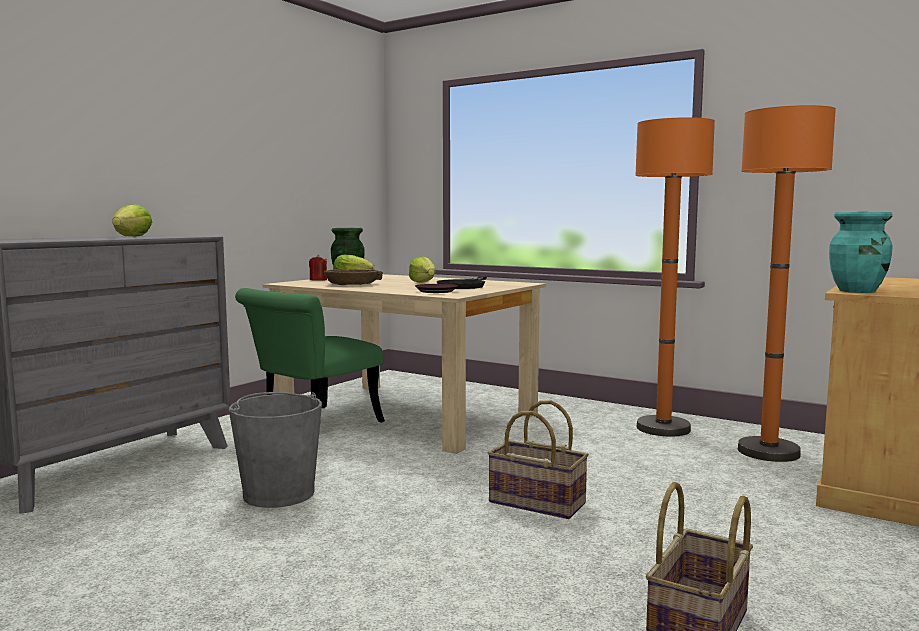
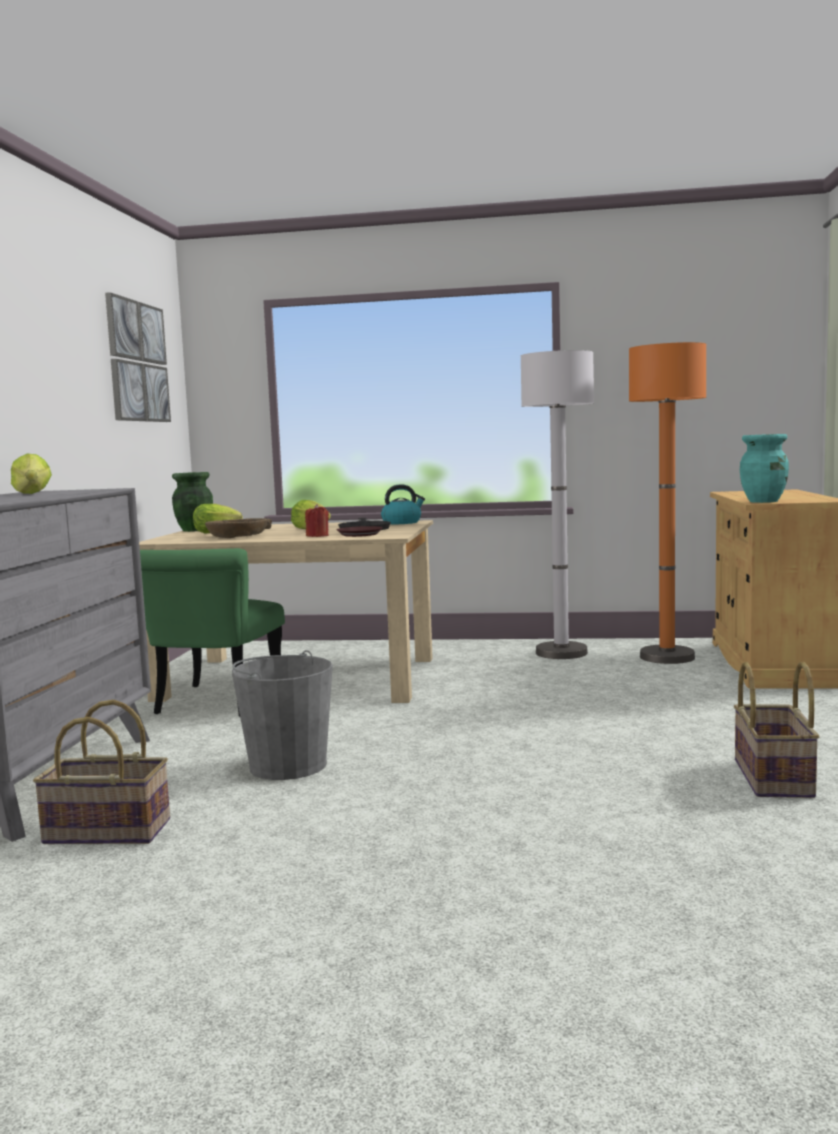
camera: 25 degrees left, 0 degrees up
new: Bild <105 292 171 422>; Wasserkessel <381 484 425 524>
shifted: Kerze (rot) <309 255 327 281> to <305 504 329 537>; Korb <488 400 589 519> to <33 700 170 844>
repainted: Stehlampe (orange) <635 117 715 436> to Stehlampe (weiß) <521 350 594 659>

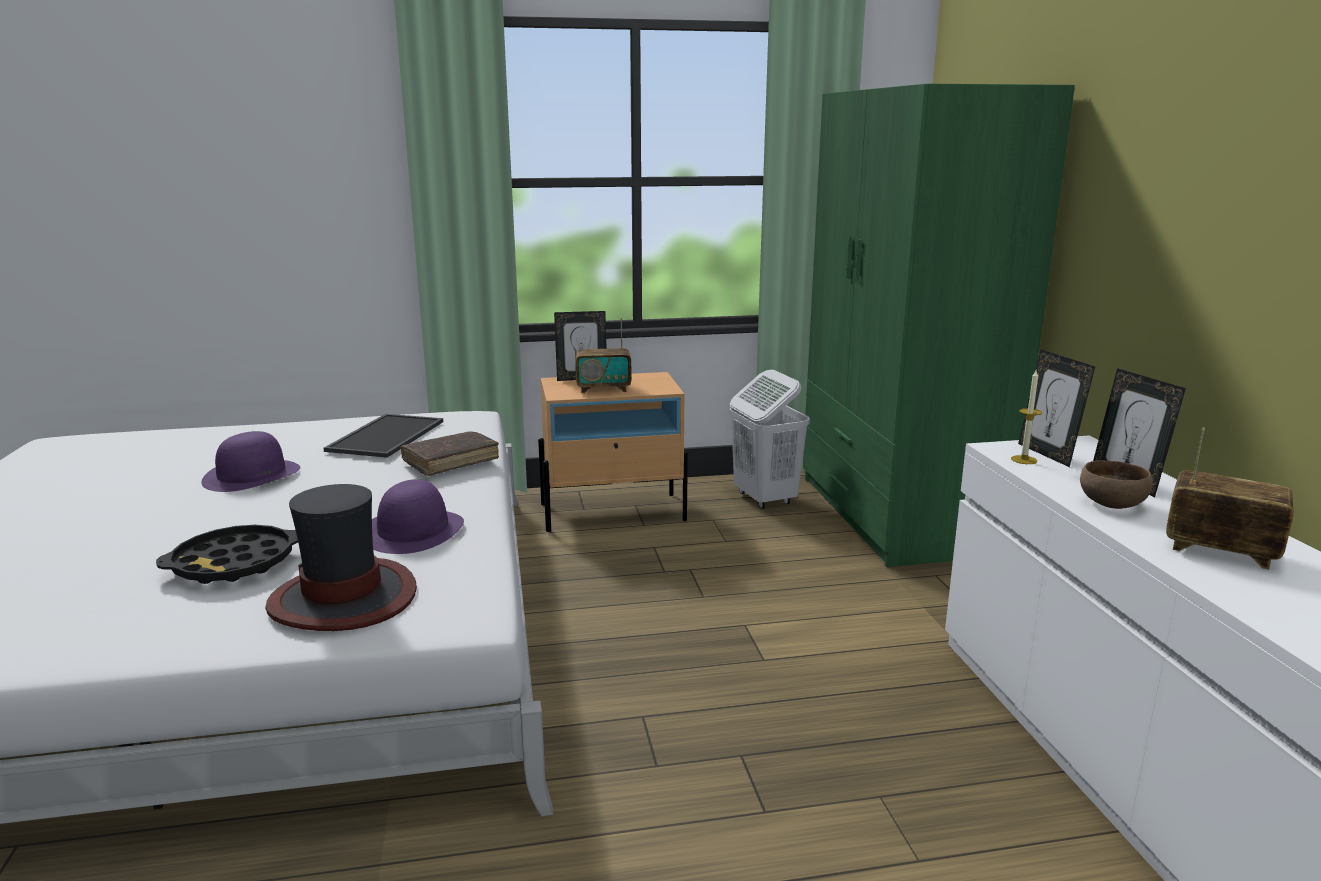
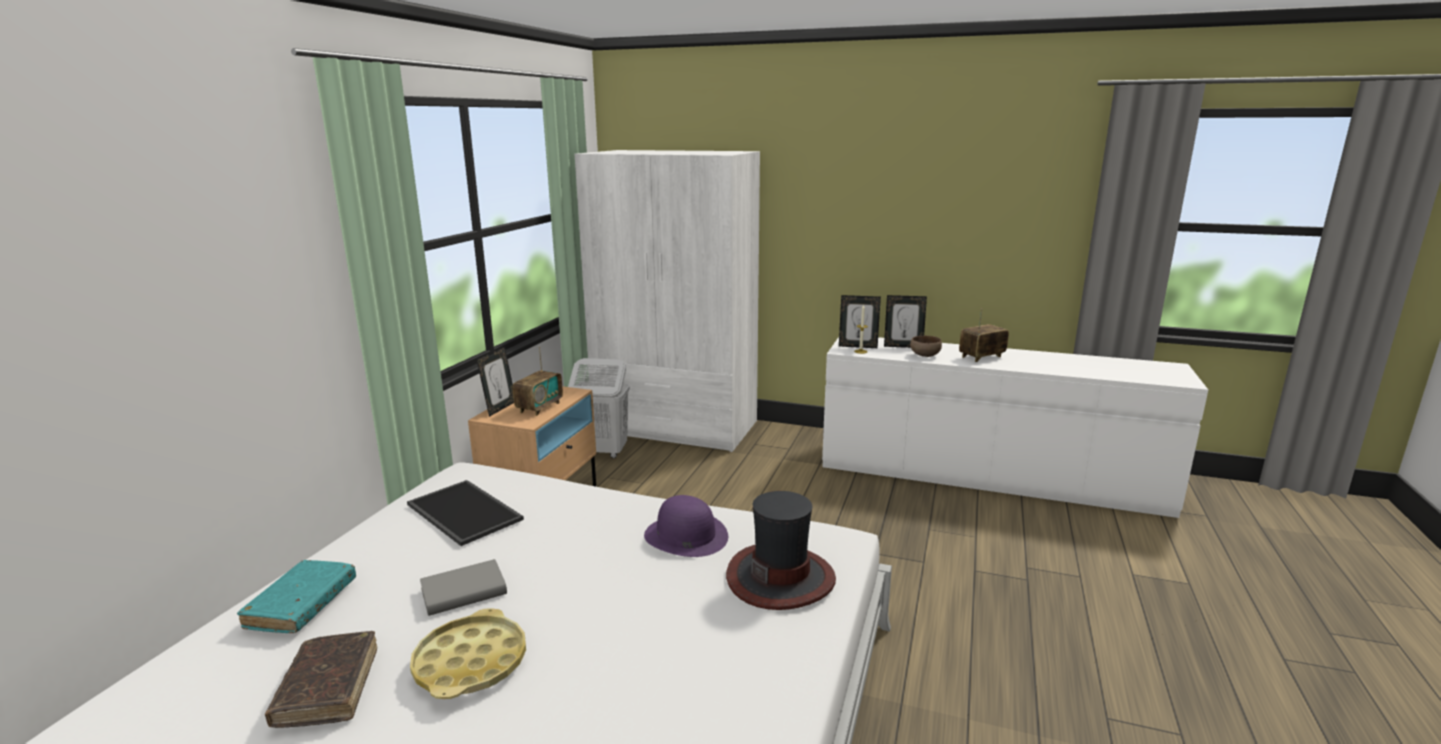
camera: 60 degrees left, 0 degrees up
gone: Tablett (schwarz) <156 525 298 584>
new: Buch (türkis) <237 560 356 633>; Tablett (gelb) <410 608 526 699>
shifted: Buch (braun) <400 431 499 476> to <265 631 377 728>
swapped: Hut (lila) <201 431 300 492> to Buch (grau) <420 559 507 616>
repainted: Kleiderschrank (grün) <803 84 1075 567> to Kleiderschrank (weiß) <574 150 760 452>

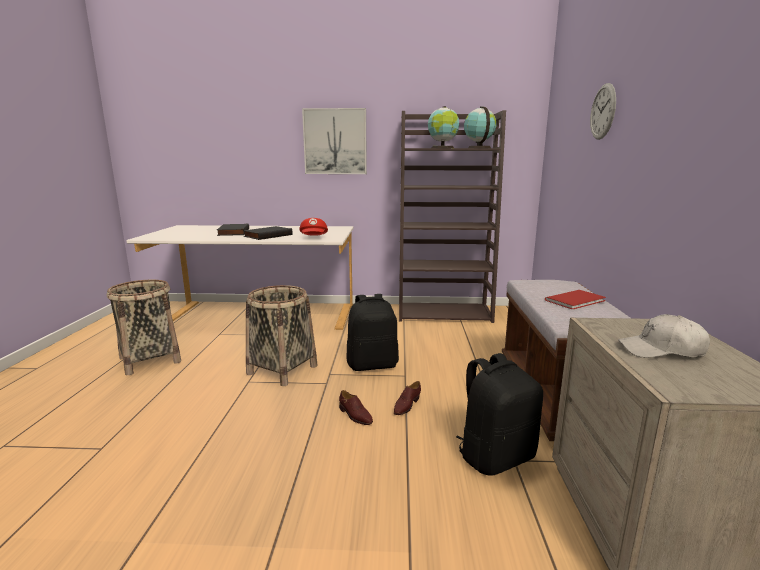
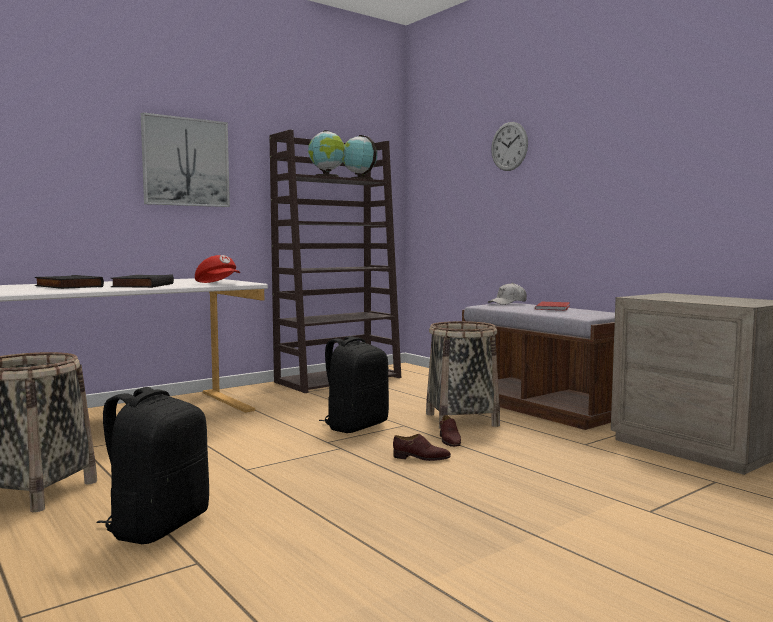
camera: 40 degrees left, 10 degrees down
shifted: Korb <246 285 317 386> to <426 321 500 429>; Rucksack (schwarz) <456 353 543 476> to <96 387 209 544>; Kappe (weiß) <618 314 710 358> to <487 283 527 305>

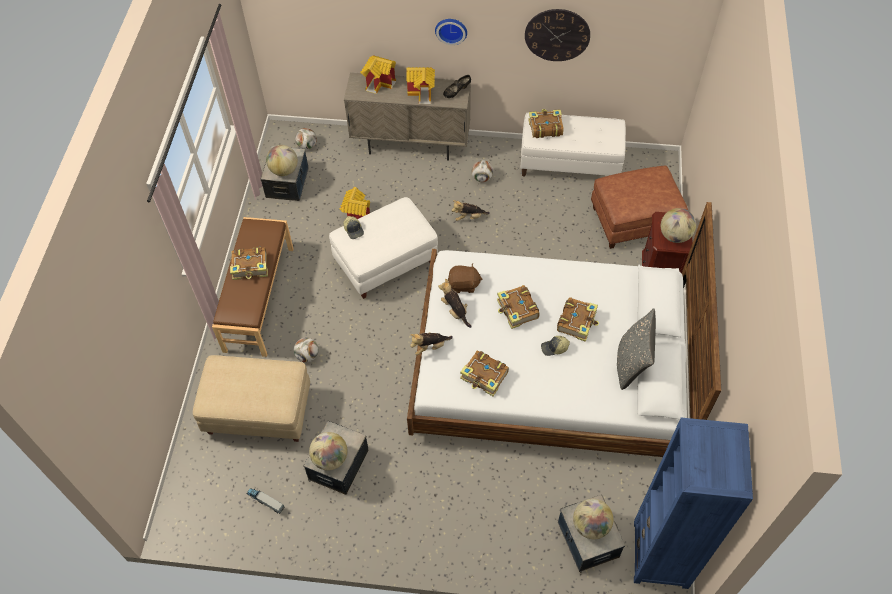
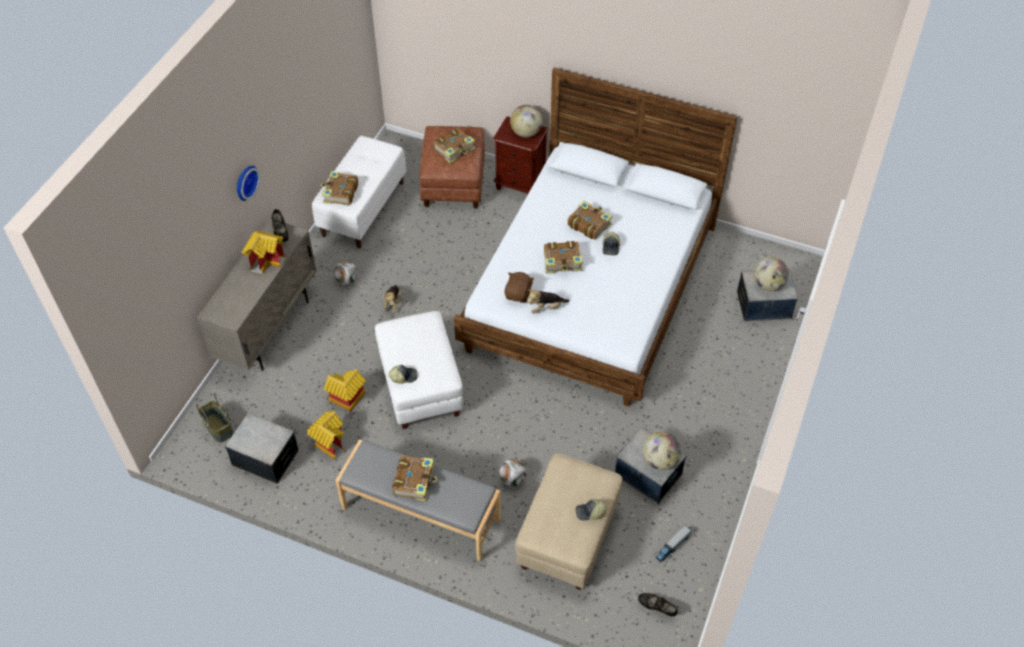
camera: 75 degrees left, 5 degrees down
gone: Globus <266 145 298 176>; Plüschtier <410 332 453 355>; Wanduhr <525 9 590 61>; Kissen (grau) <617 309 656 390>; Bücherregal (blau) <634 418 753 589>
new: Kappe <576 499 607 520>; Schuh (schwarz) <638 593 678 616>
shifted: Spielzeughaus <361 55 396 94> to <307 411 345 460>; Buch <460 350 509 396> to <434 128 475 164>
swapped: Fußball <295 128 317 150> to Korb <196 393 233 443>
repainted: Bank (braun) <212 217 294 357> to Bank (grau) <335 439 501 562>

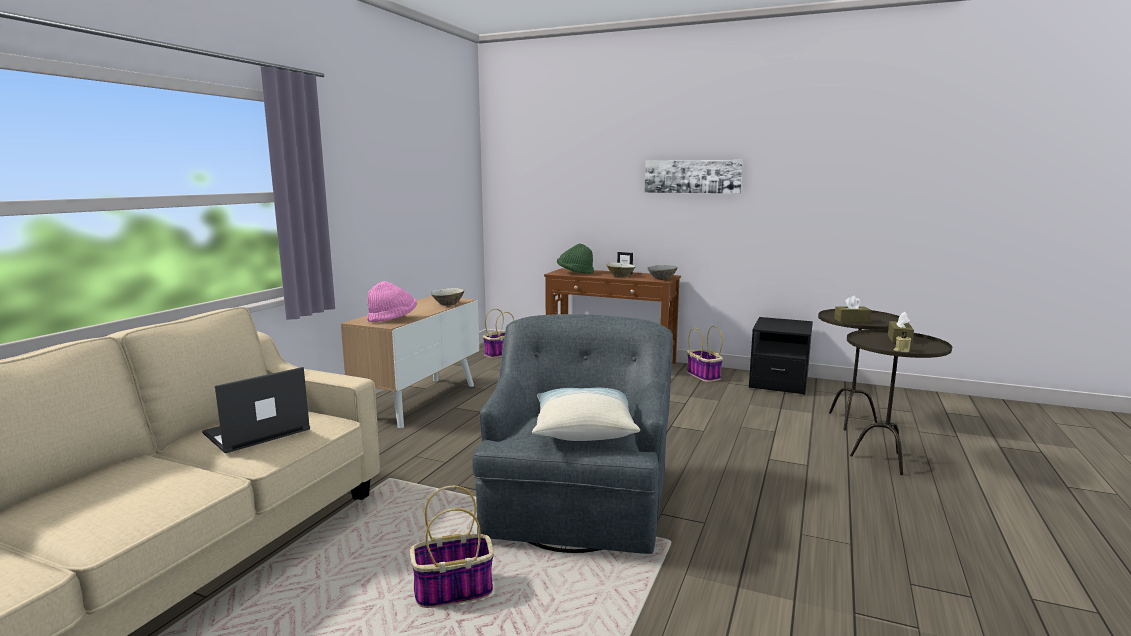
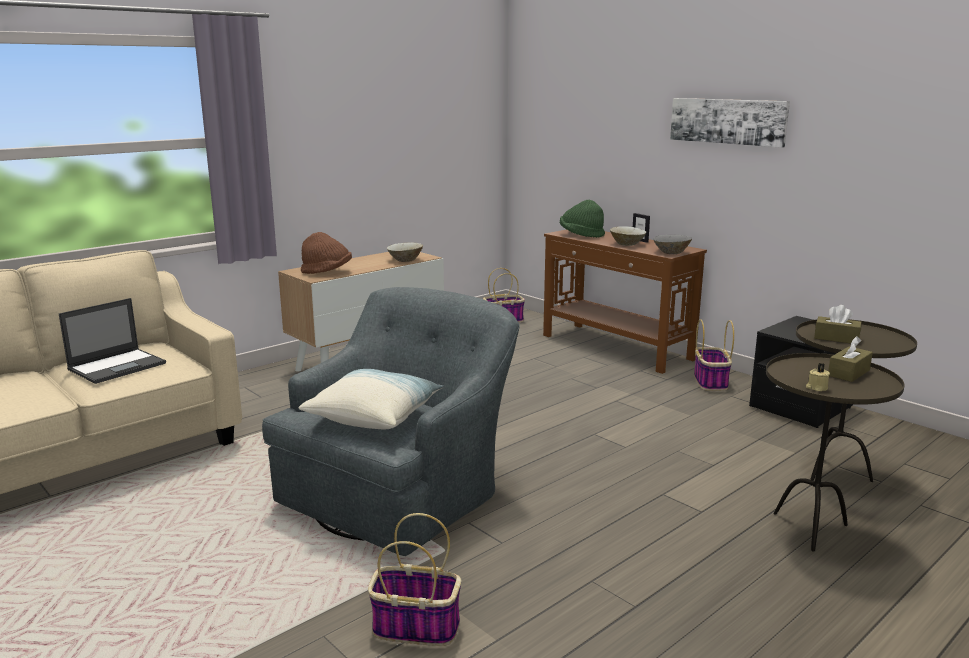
camera: 25 degrees right, 5 degrees up
shifted: Korb <410 486 494 608> to <368 513 461 646>
repainted: Hut (rosa) <367 281 417 322> to Hut (braun) <301 232 352 274>
rotated: Laptop <202 367 310 454> = <59 298 166 384> 150 degrees clockwise

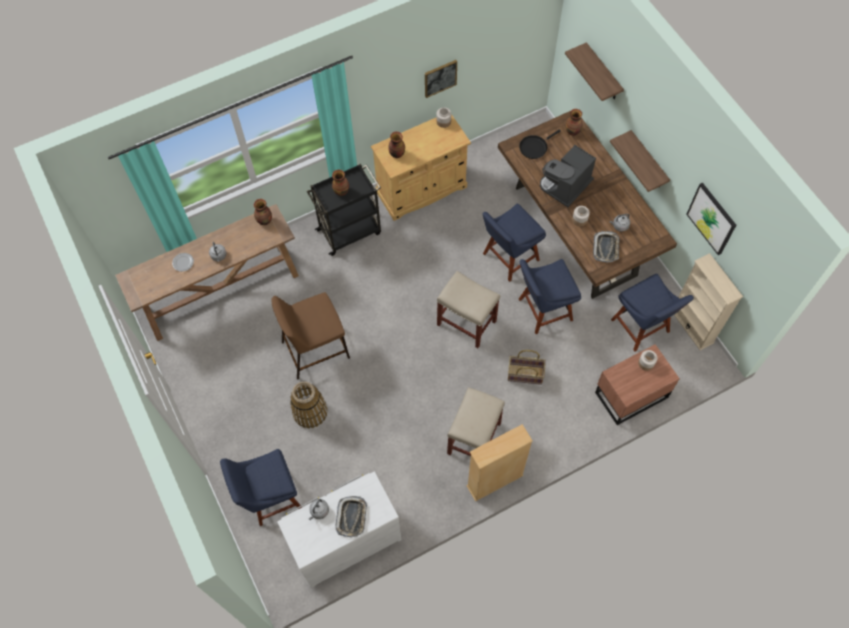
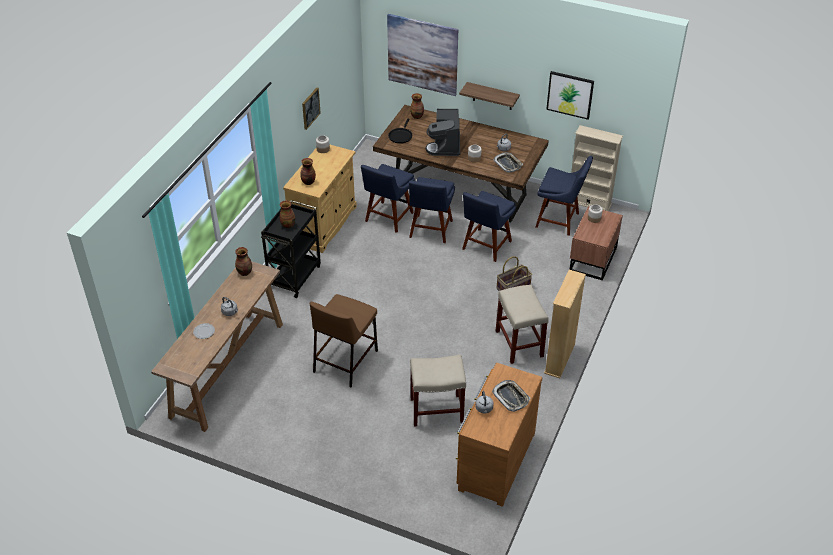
camera: 40 degrees left, 20 degrees down
gone: Korb <290 381 328 428>
shifted: Stuhl (blau) <220 449 302 526> to <361 164 415 233>; Hocker (beige) <437 271 500 348> to <410 355 466 427>
swapped: Wandregal <565 42 624 101> to Bild <387 14 458 96>
repainted: Kommode (weiß) <277 471 402 588> to Kommode (braun) <456 363 543 507>

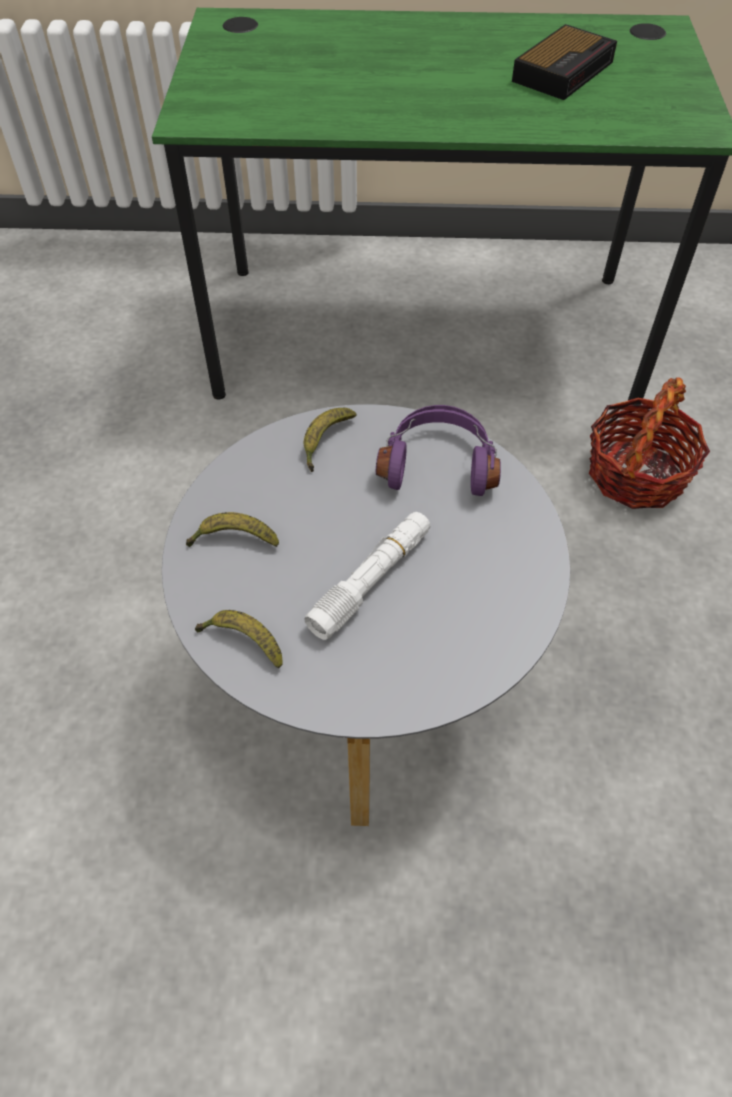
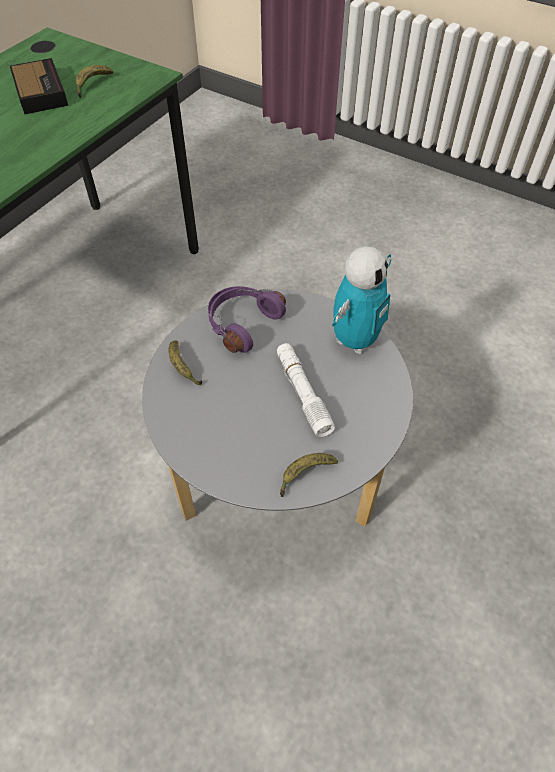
camera: 60 degrees left, 0 degrees up
gone: Korb <589 377 710 509>
new: Spielzeugroboter <332 246 391 354>
shifted: Banane <186 512 279 547> to <76 65 113 98>

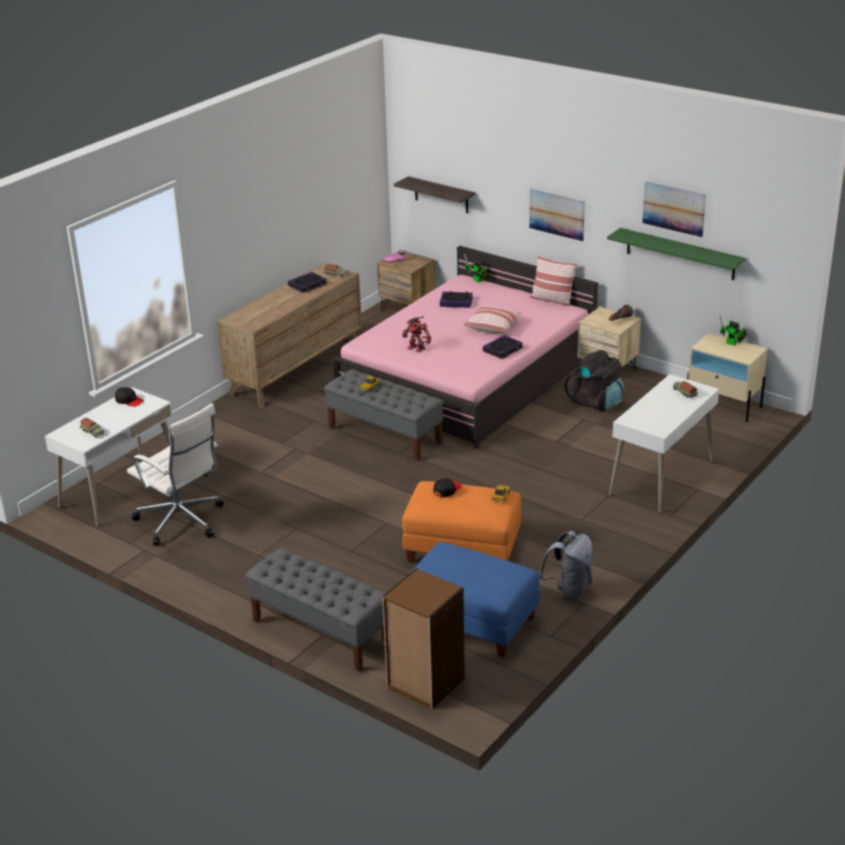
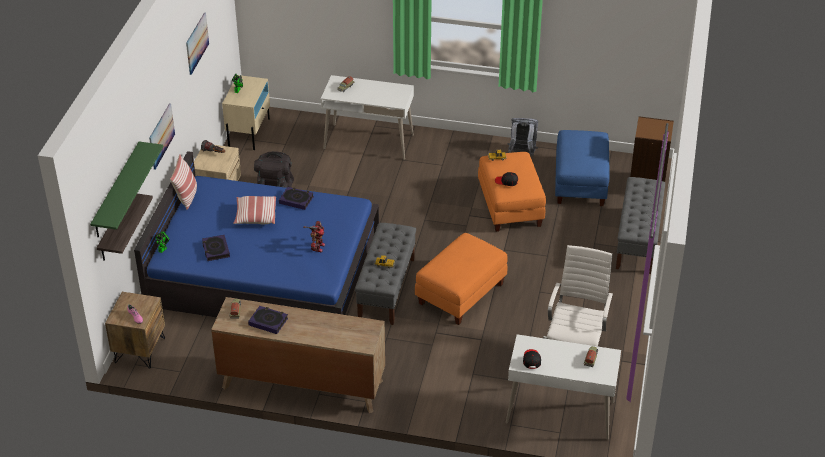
camera: 115 degrees left, 10 degrees up
new: Polsterhocker (orange) <415 233 508 325>
shifted: Wandregal (grün) <607 228 746 280> to <90 141 164 237>
repainted: Bett (rosa) <332 246 599 449> to Bett (blau) <134 151 379 318>

